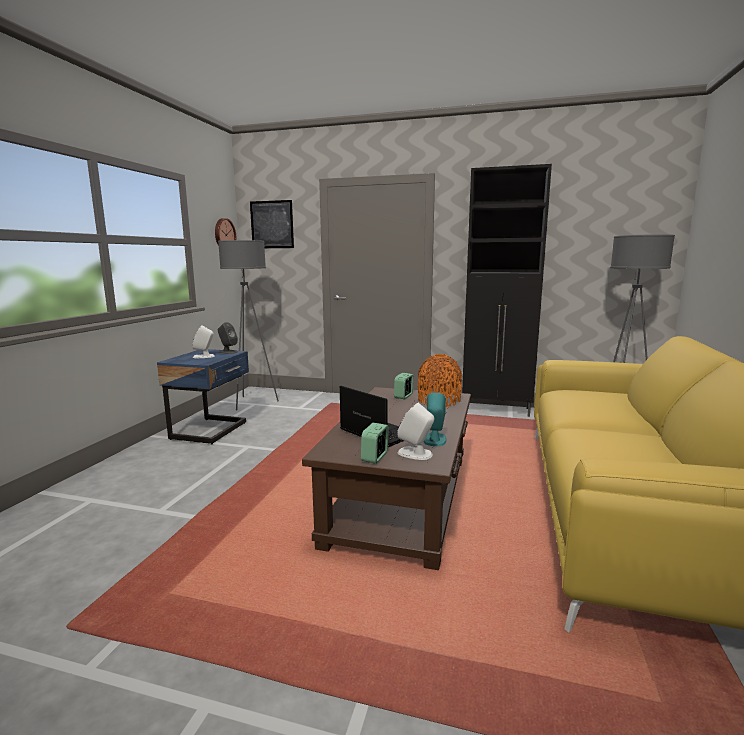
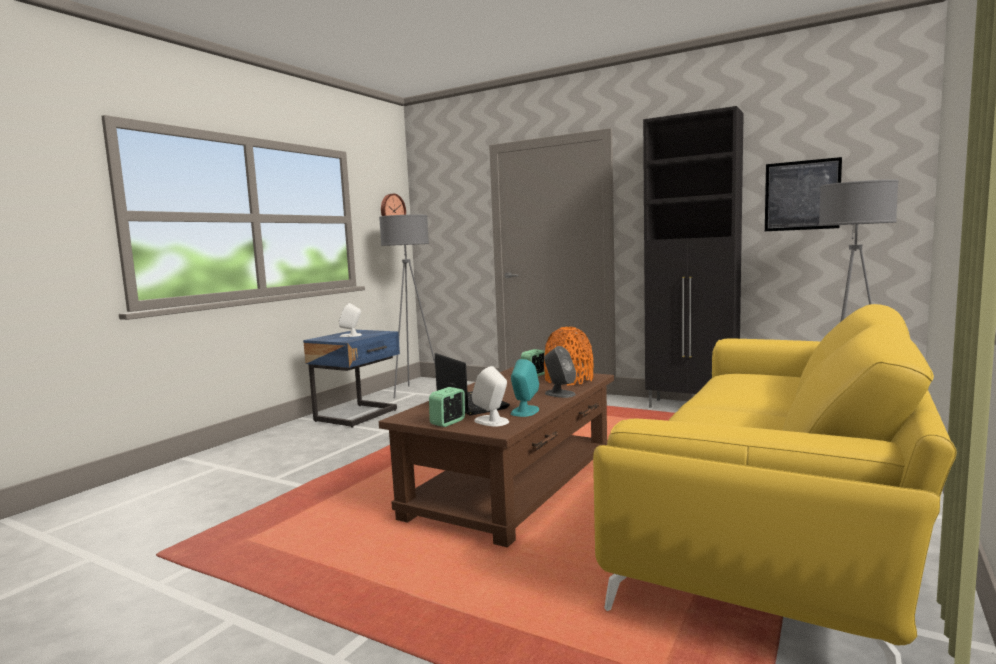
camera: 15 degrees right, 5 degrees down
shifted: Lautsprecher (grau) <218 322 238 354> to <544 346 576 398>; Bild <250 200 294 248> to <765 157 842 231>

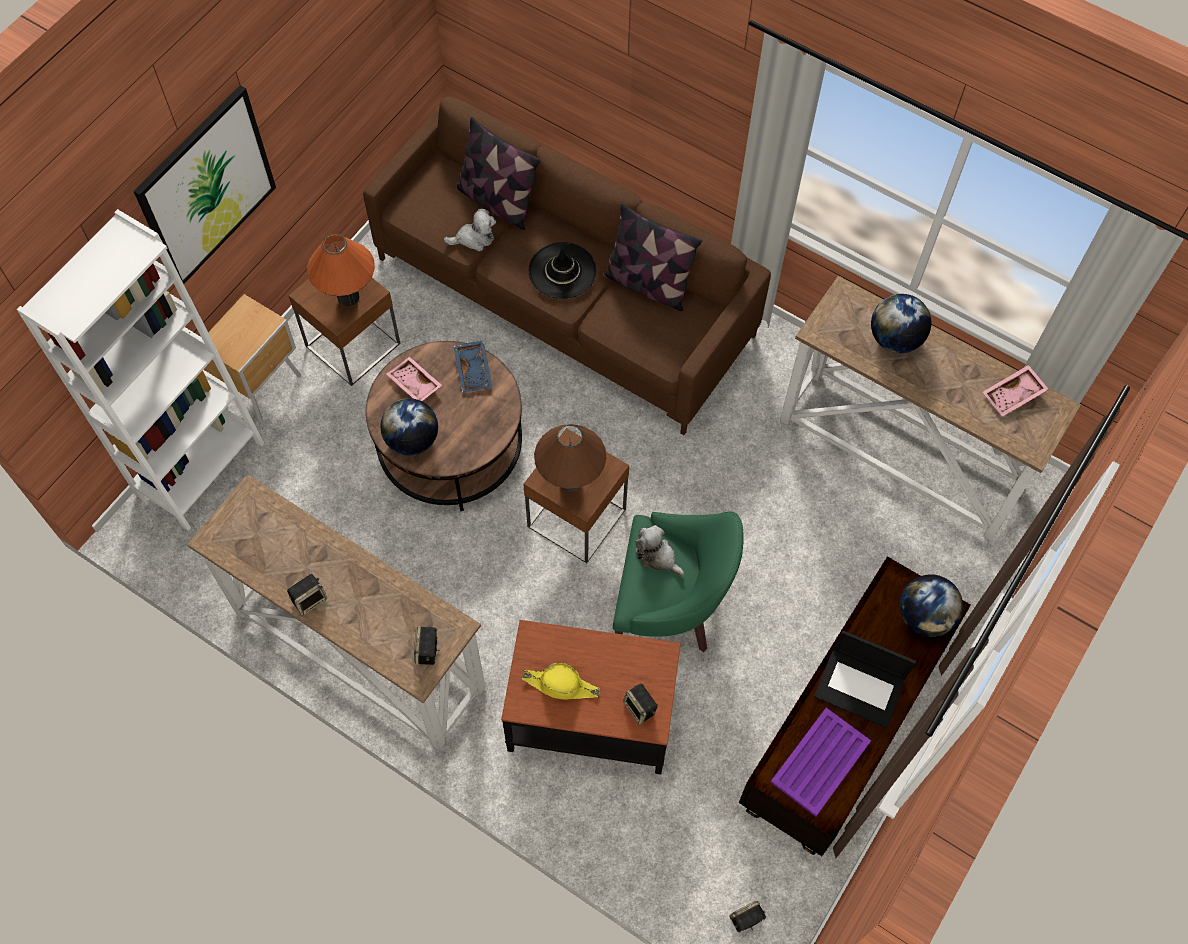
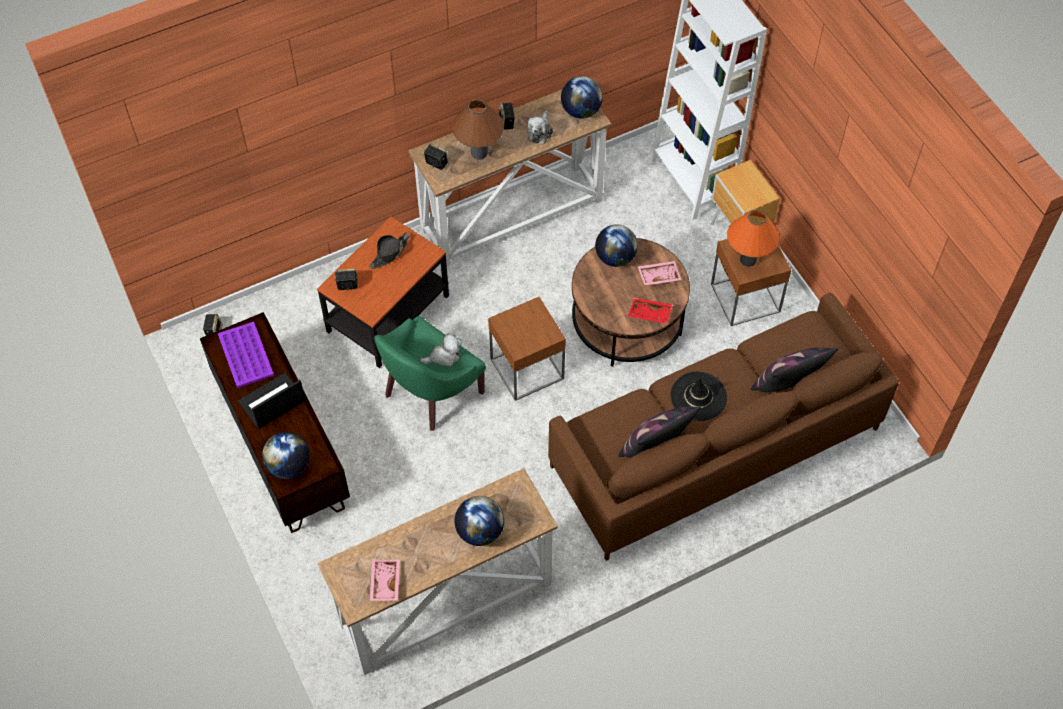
camera: 120 degrees right, 5 degrees down
gone: Bild <133 85 276 284>
new: Globus <561 76 603 119>
shifted: Plüschtier <444 209 496 251> to <527 110 553 144>; Tischlampe (braun) <534 424 606 492> to <452 100 504 160>
repainted: Tablett (blau) <453 341 492 393> to Tablett (rot) <628 298 673 323>; Hut (gelb) <522 663 600 700> to Hut (schwarz) <369 232 410 269>

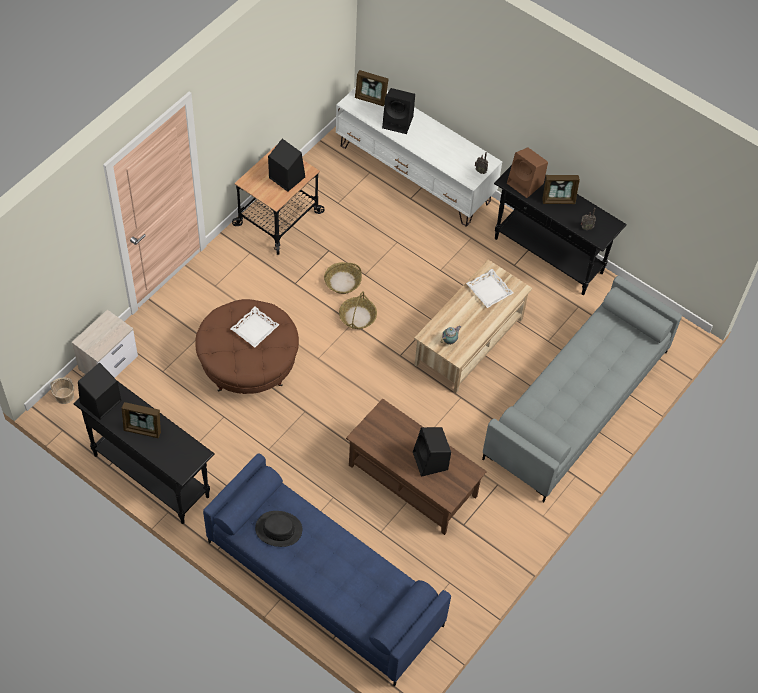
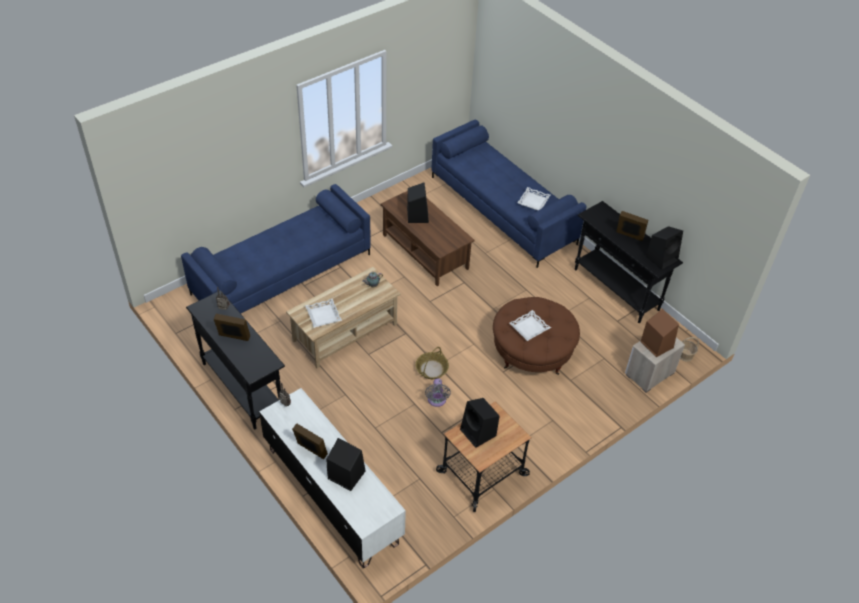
camera: 165 degrees left, 10 degrees down
shifted: Bilderrahmen <355 70 388 106> to <292 424 328 459>; Lautsprecher (braun) <507 147 548 198> to <640 309 679 357>
swapped: Hut (schwarz) <255 511 302 547> to Tablett (weiß) <517 187 550 210>; Korb <324 262 362 294> to Ventilator (grau) <425 378 451 407>
repainted: Sofa (grau) <482 276 682 502> to Sofa (blau) <181 184 371 313>

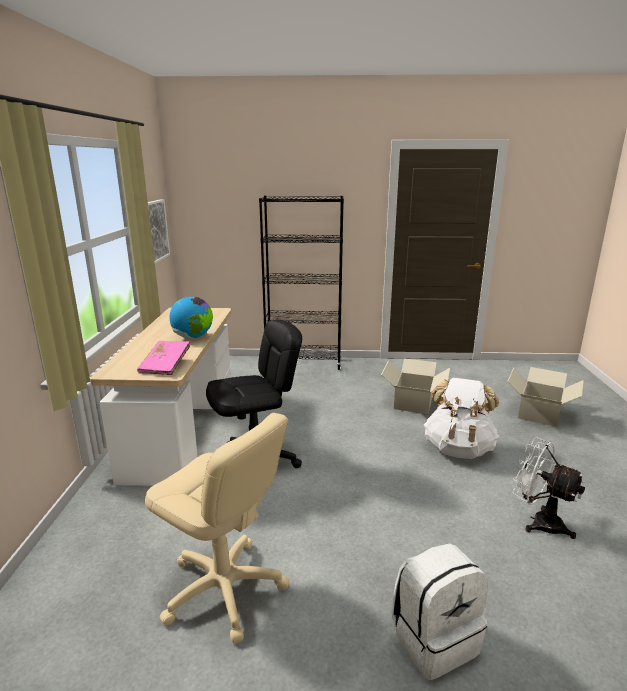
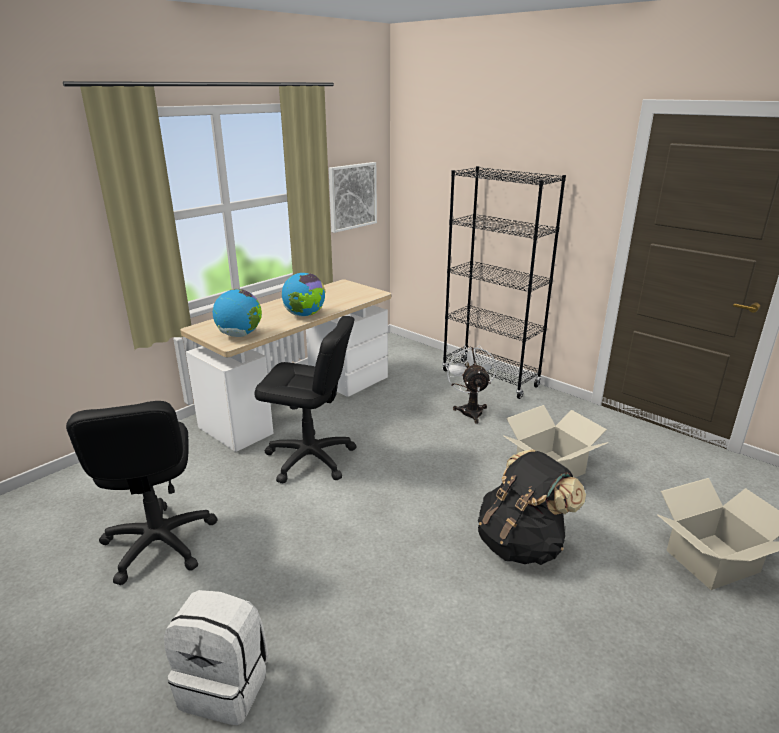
camera: 40 degrees right, 5 degrees up
shifted: Ventilator (weiß) <512 437 585 539> to <446 345 496 424>
swapped: Buch (rosa) <137 341 190 375> to Globus <213 289 262 337>
repainted: Bürostuhl (beige) <145 413 289 644> to Bürostuhl (schwarz) <66 401 218 585>; Rucksack (weiß) <424 378 499 459> to Rucksack (schwarz) <478 449 586 565>

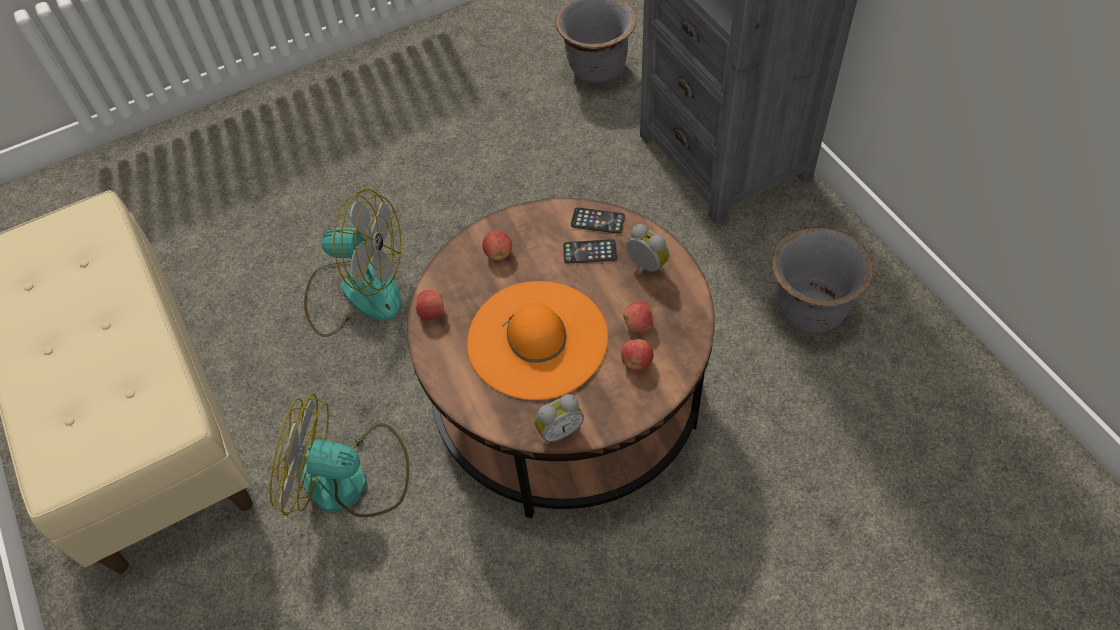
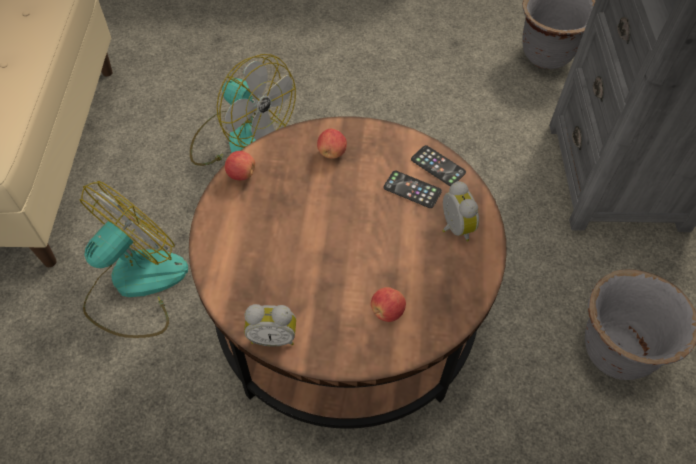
camera: 25 degrees right, 0 degrees up
gone: Hut (orange) <467 281 608 400>; Apfel <623 301 654 333>
rotated: Ventilator <270 394 409 517> = <80 181 188 338> 90 degrees clockwise

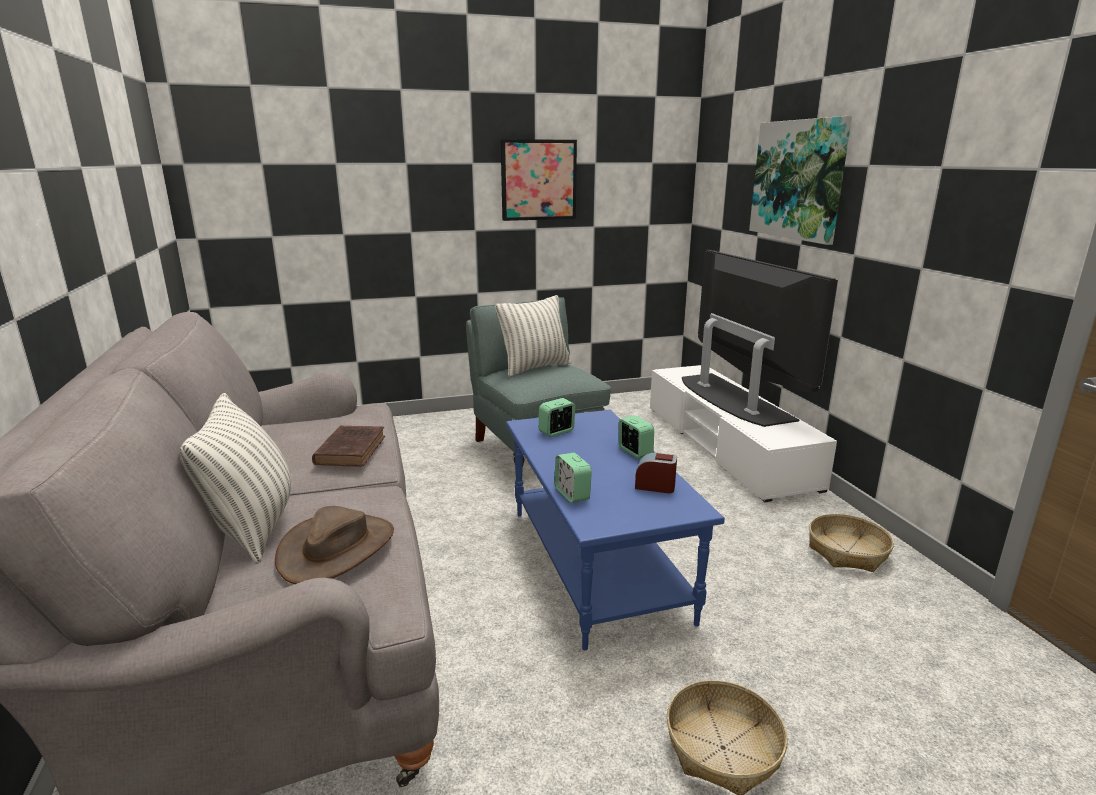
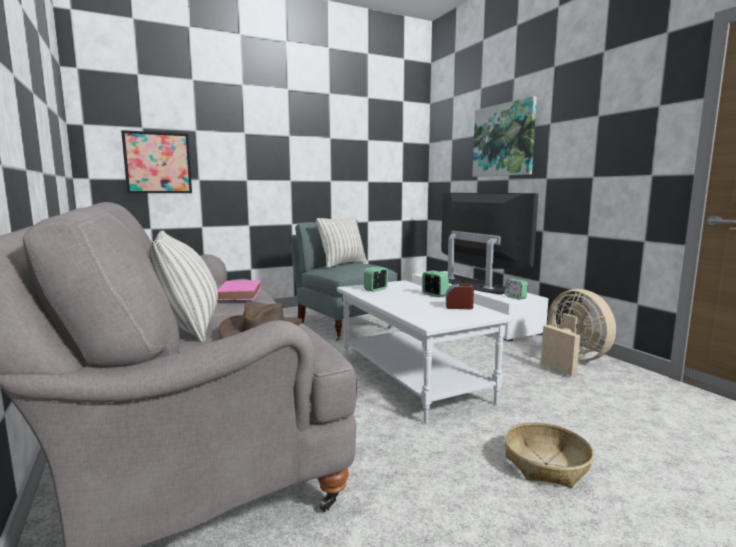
camera: 10 degrees left, 10 degrees down
shifted: Bild <501 139 577 221> to <121 130 192 193>; Wecker <554 452 592 503> to <505 279 528 300>
swapped: Korb <809 514 894 572> to Ventilator (beige) <541 289 616 376>
repainted: Buch (braun) <312 425 385 467> to Buch (rosa) <218 280 261 300>; Couchtisch (blau) <506 410 725 650> to Couchtisch (weiß) <337 280 514 423>

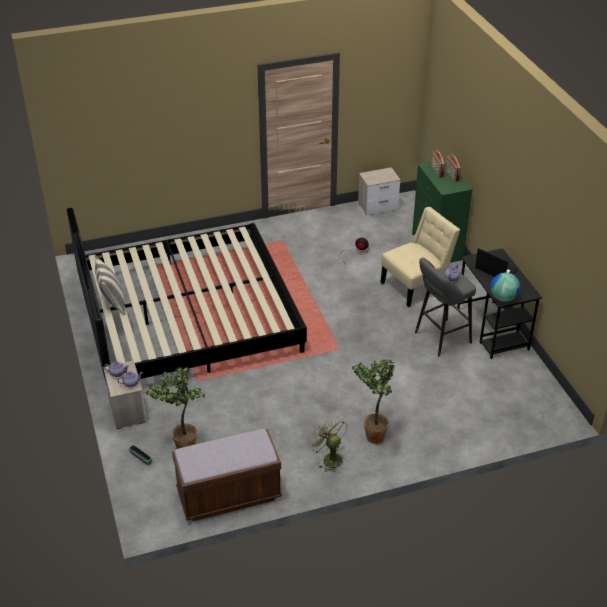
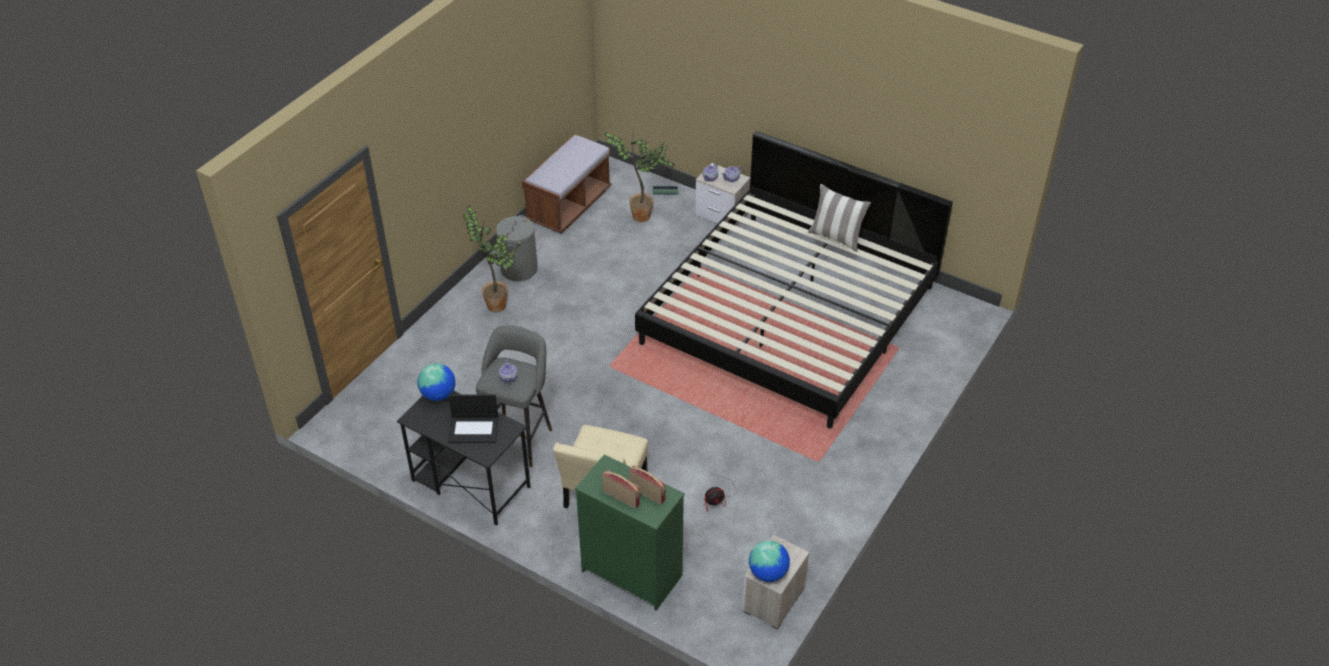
camera: 140 degrees right, 5 degrees up
new: Globus <749 540 790 582>
swapped: Ventilator (grün) <309 416 347 473> to Wäschekorb (grau) <496 215 538 281>

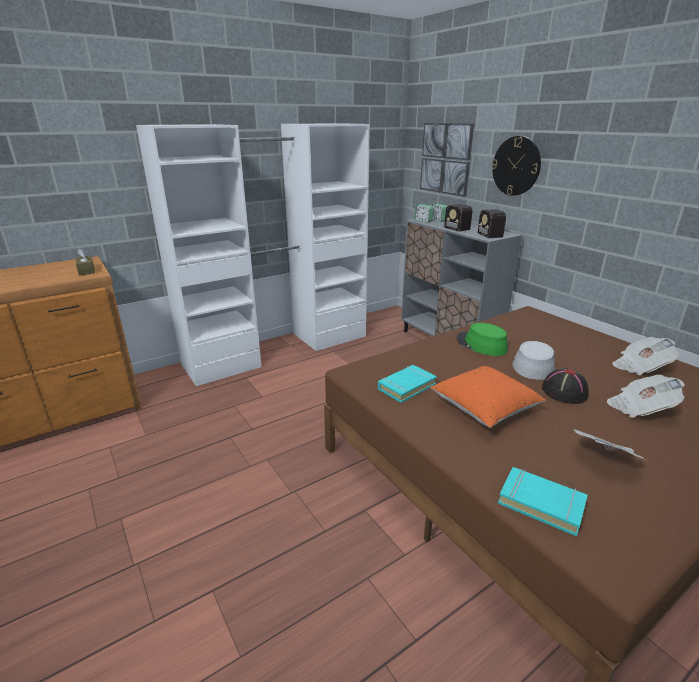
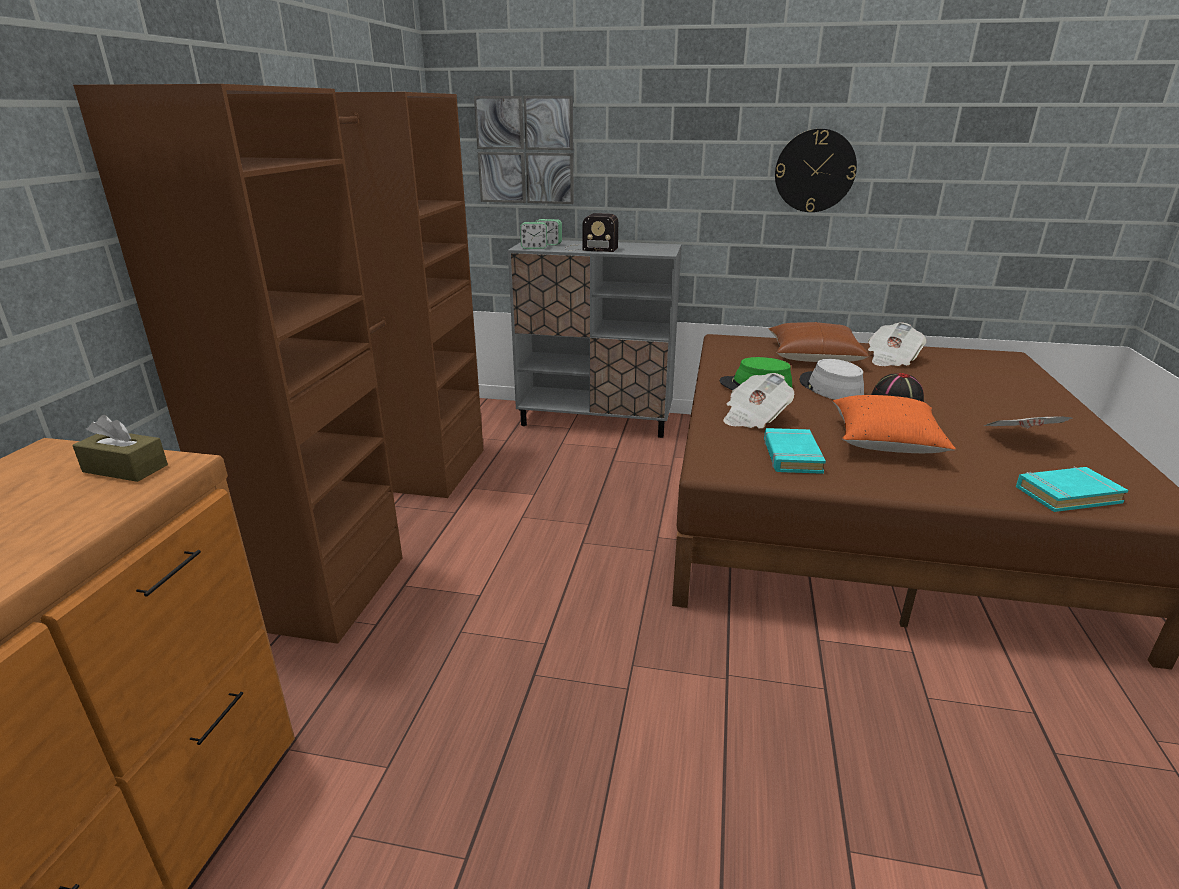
camera: 45 degrees left, 0 degrees up
gone: Radio <473 209 506 238>
new: Kissen (braun) <769 322 869 362>
shifted: Wanduhr <492 136 541 196> to <775 129 857 212>; Zeitung <607 375 685 418> to <723 373 794 429>
repainted: Kleiderschrank (weiß) <136 123 370 386> to Kleiderschrank (braun) <73 84 484 644>

